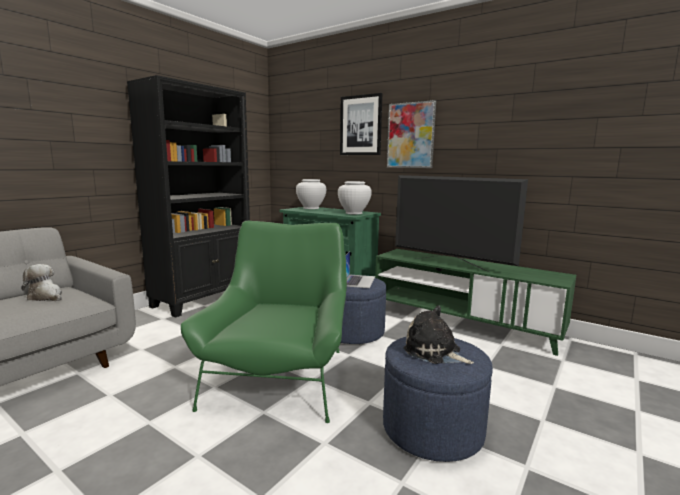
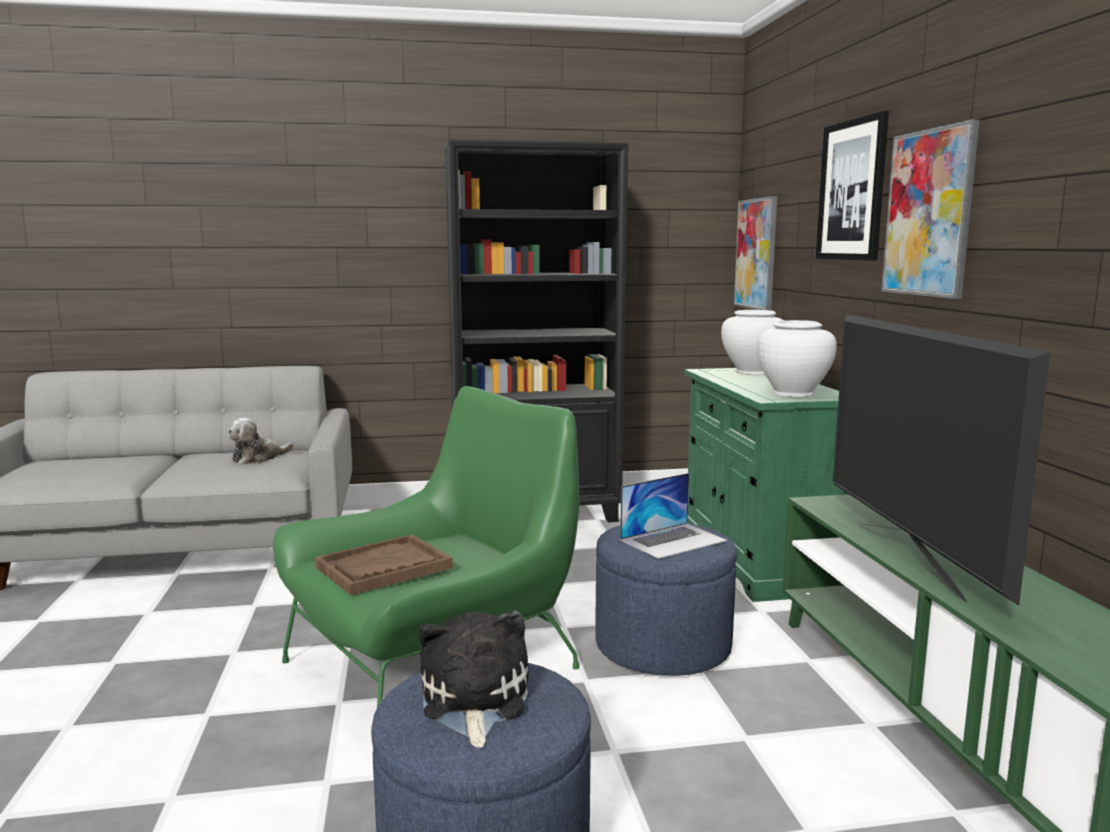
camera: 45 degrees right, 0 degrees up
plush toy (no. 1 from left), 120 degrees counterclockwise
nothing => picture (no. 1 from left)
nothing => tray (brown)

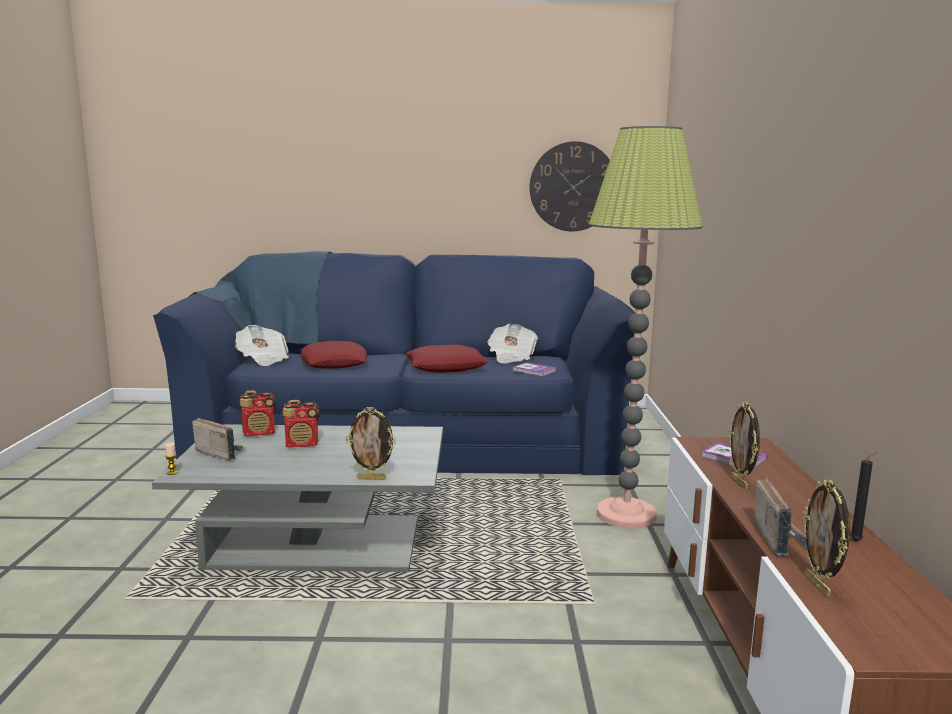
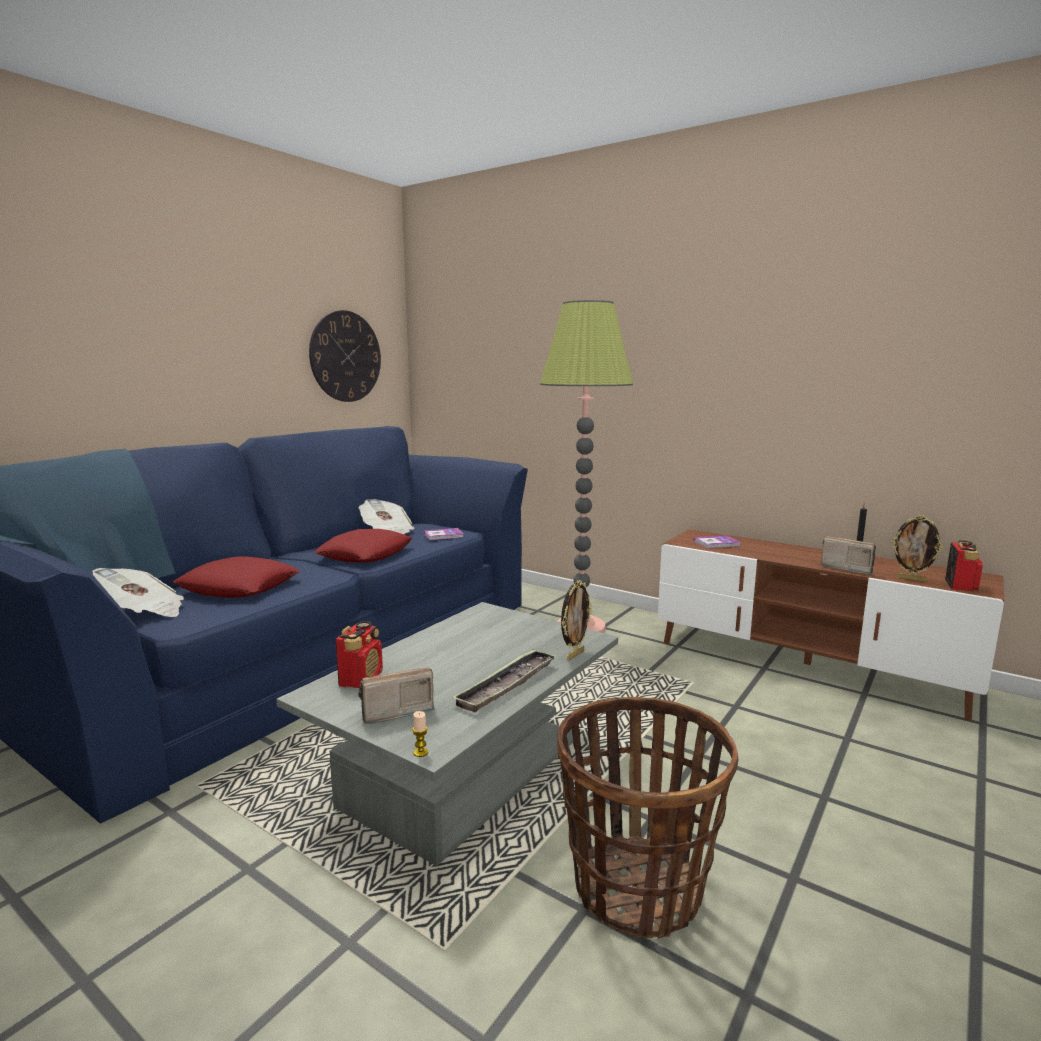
camera: 55 degrees left, 0 degrees up
radio (no. 3 from left in the first image) => radio (no. 4 from left), shifted
picture frame (no. 2 from left) => nothing
nothing => tray
nothing => basket

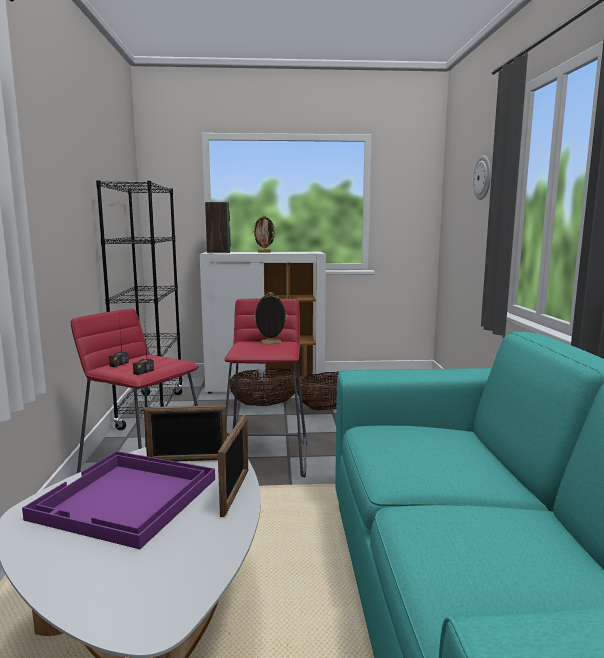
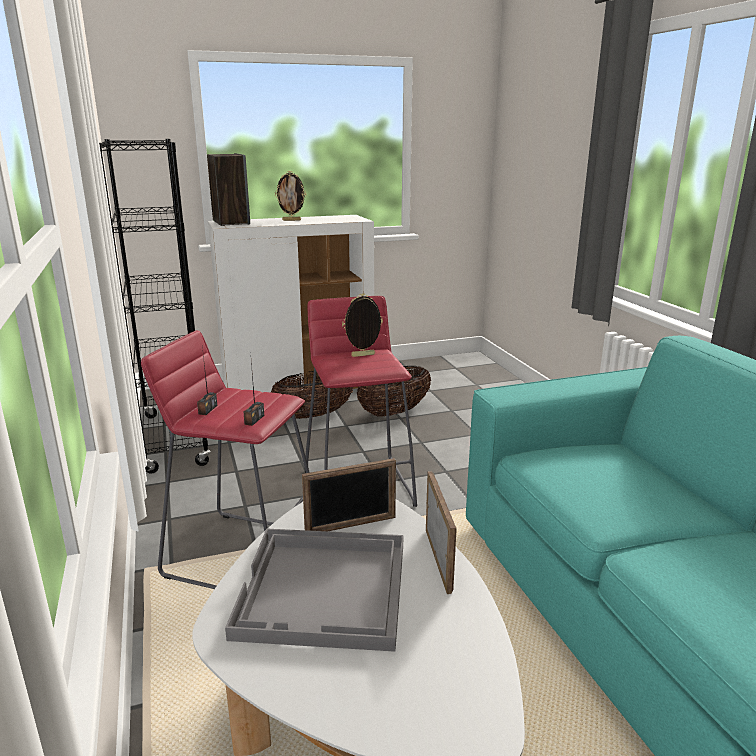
camera: 15 degrees left, 10 degrees up
wall clock => nothing
tray (purple) => tray (grey)

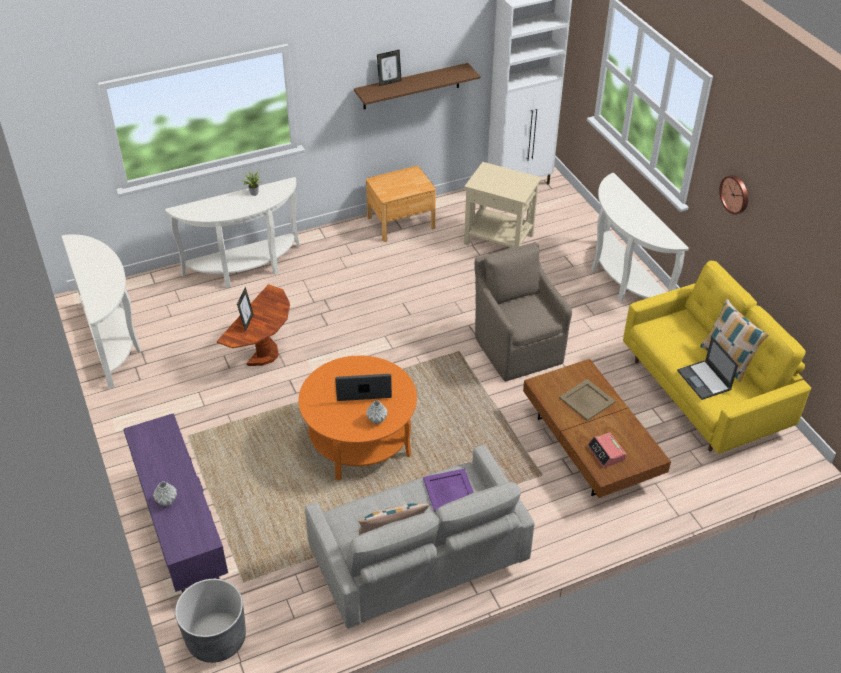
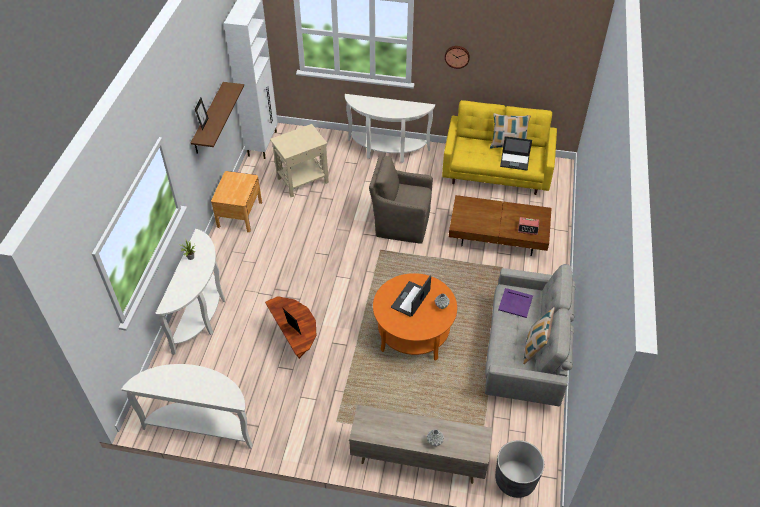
camera: 55 degrees left, 5 degrees up
tray (beige) => nothing
tv stand (purple) => tv stand (beige)

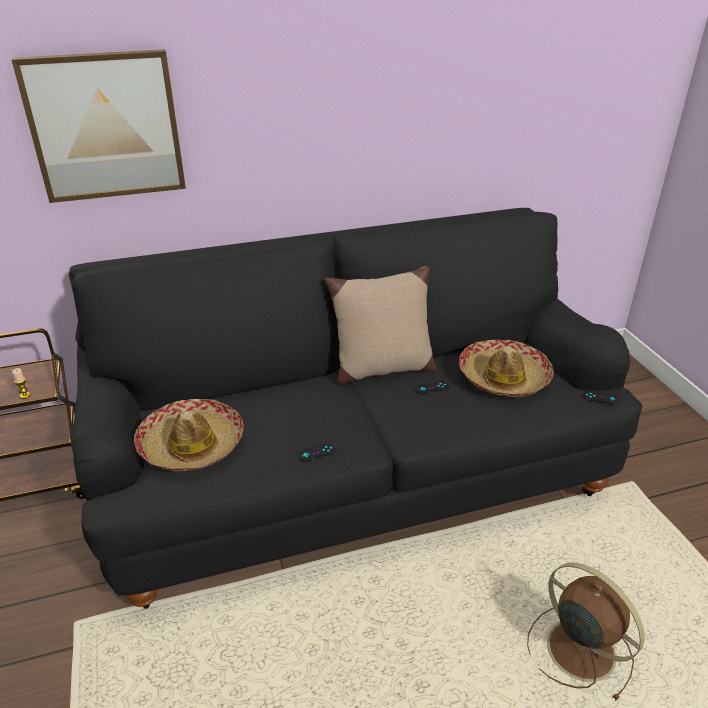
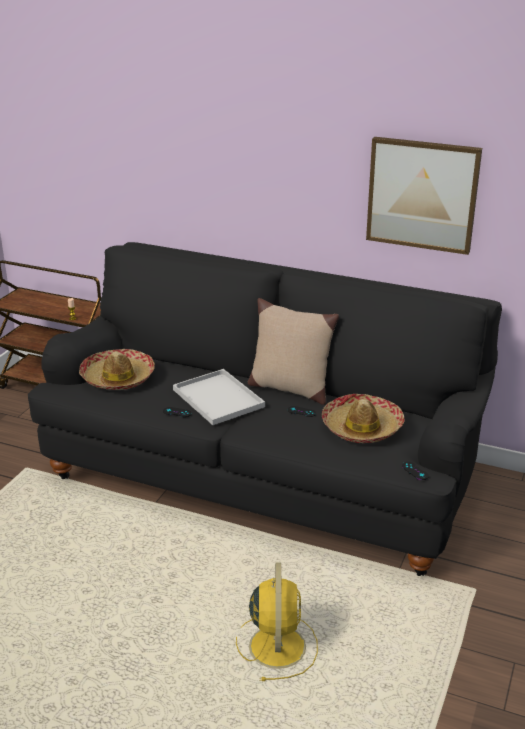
camera: 40 degrees right, 5 degrees down
picture, shifted
fan (brown) => fan (yellow)
nothing => tray (white)

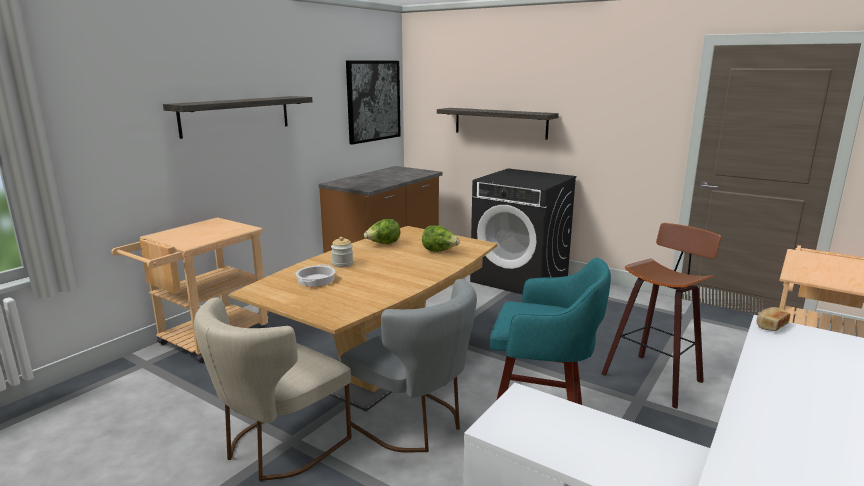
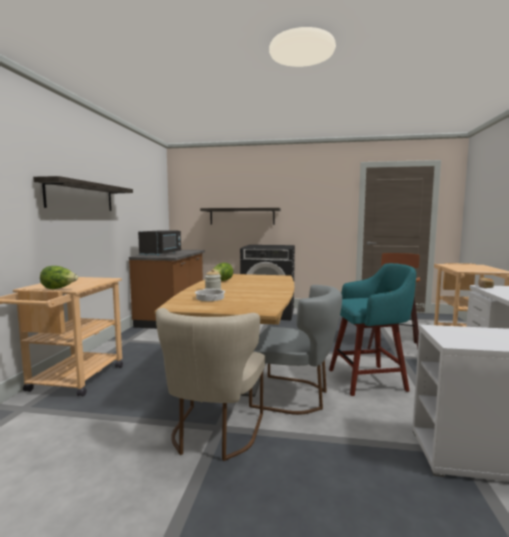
camera: 25 degrees left, 10 degrees down
picture => nothing
lettuce (no. 2 from left in the first image) => lettuce (no. 1 from left), shifted
nothing => microwave (black)

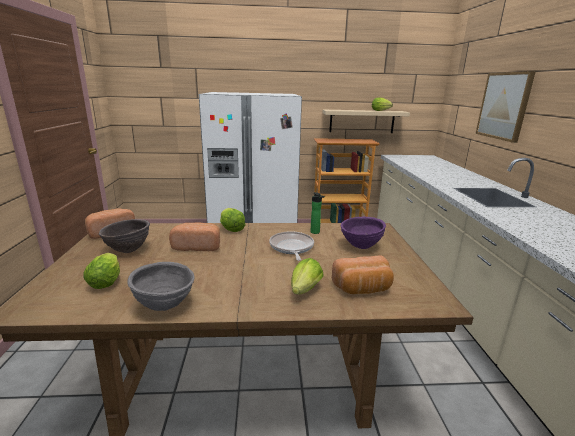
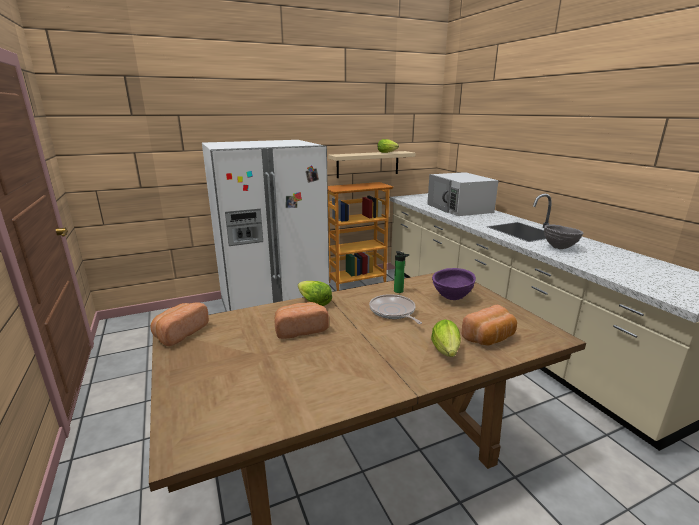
camera: 20 degrees left, 0 degrees up
picture => nothing
bowl (brown) => nothing
lettuce (no. 1 from left) => nothing
bowl (grey), shifted
nothing => microwave (white)

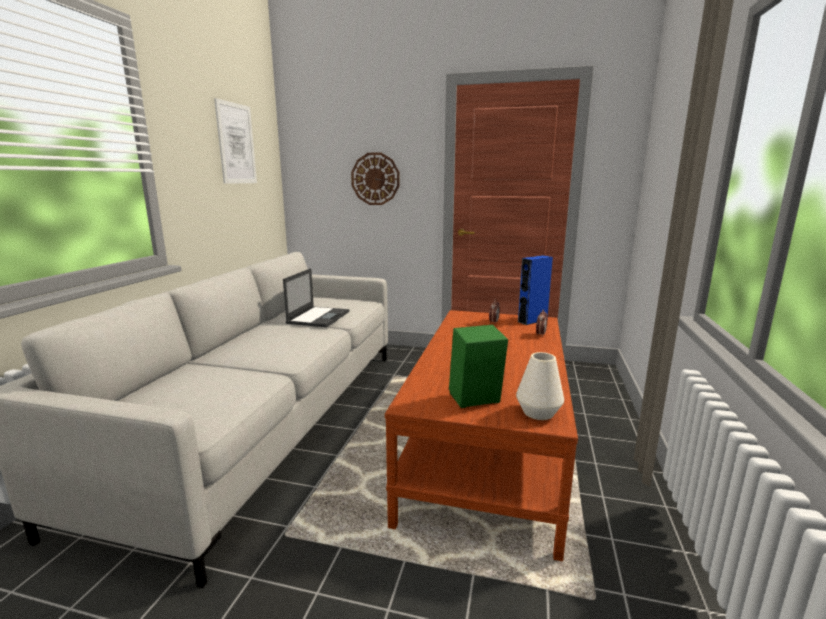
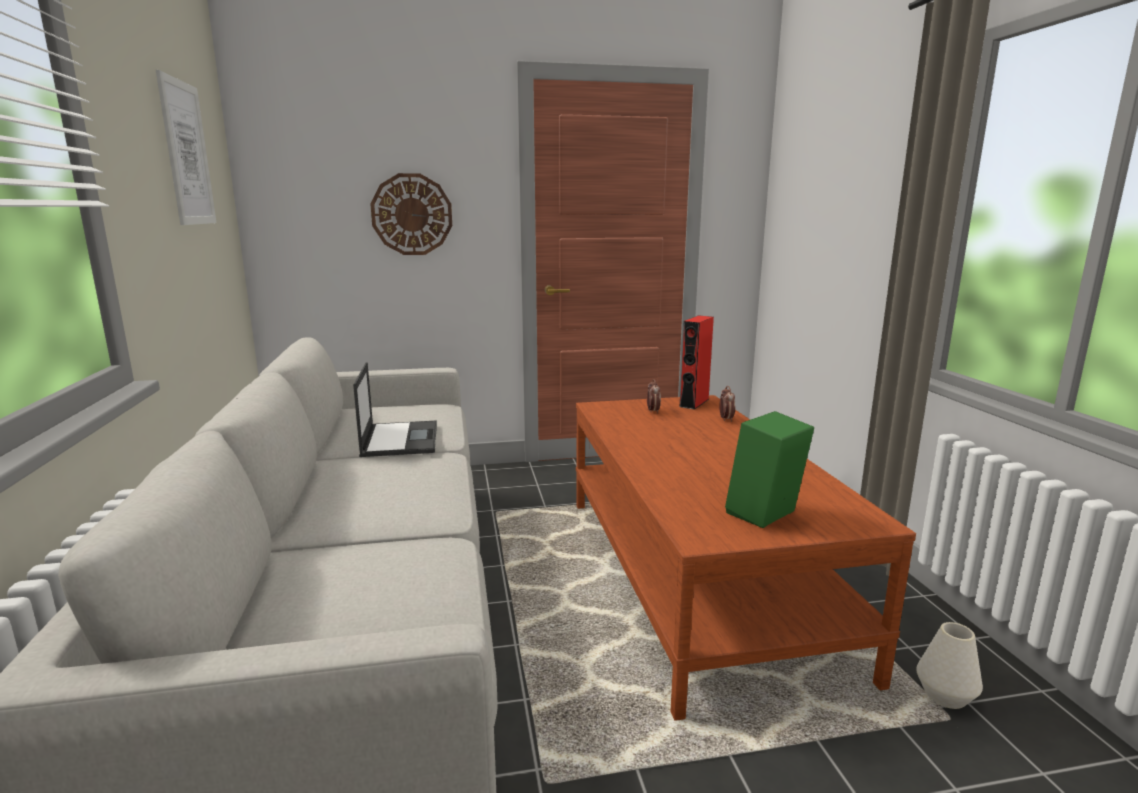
camera: 25 degrees left, 0 degrees up
speaker (blue) => speaker (red)
vase (white), shifted

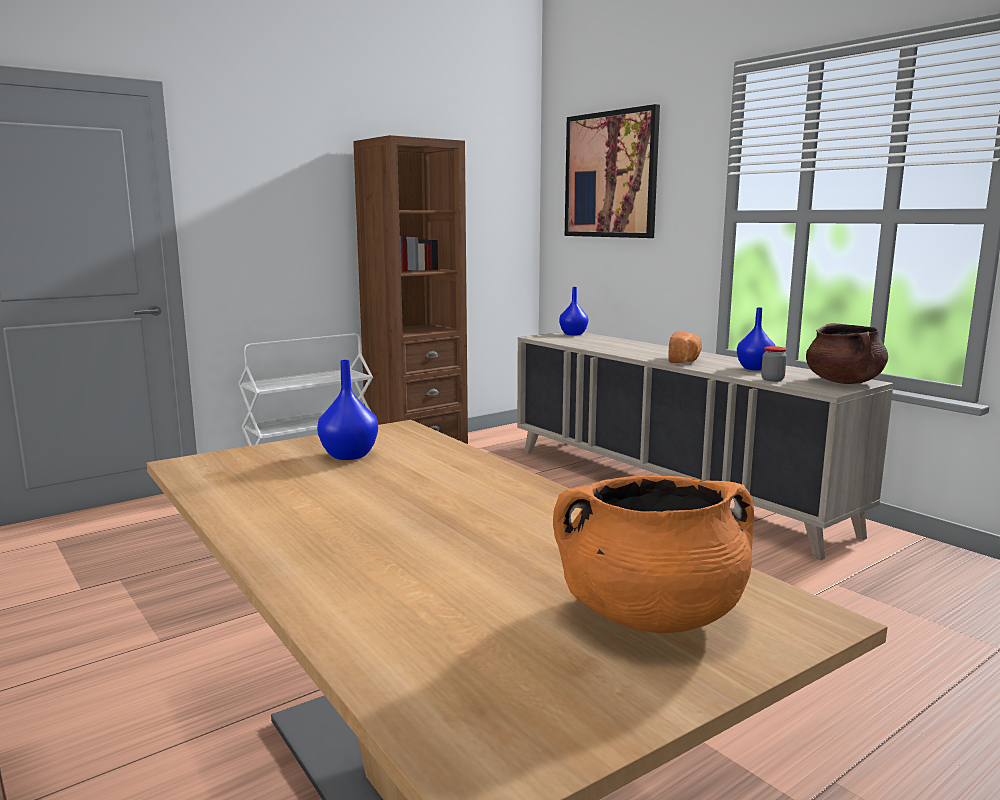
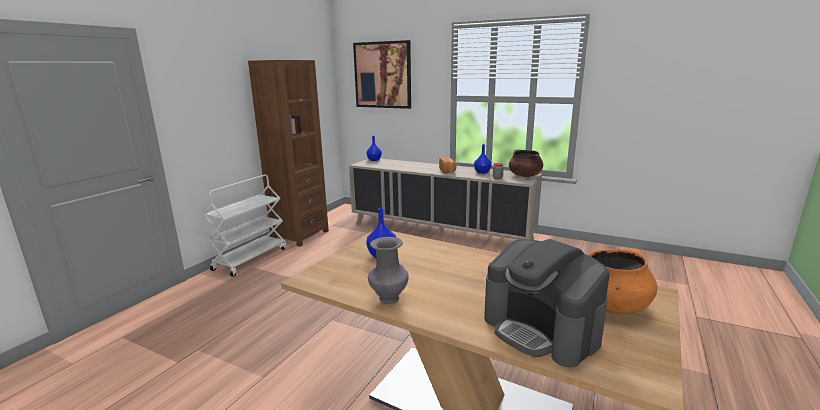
camera: 25 degrees left, 5 degrees up
nothing => vase (grey)
nothing => coffee machine

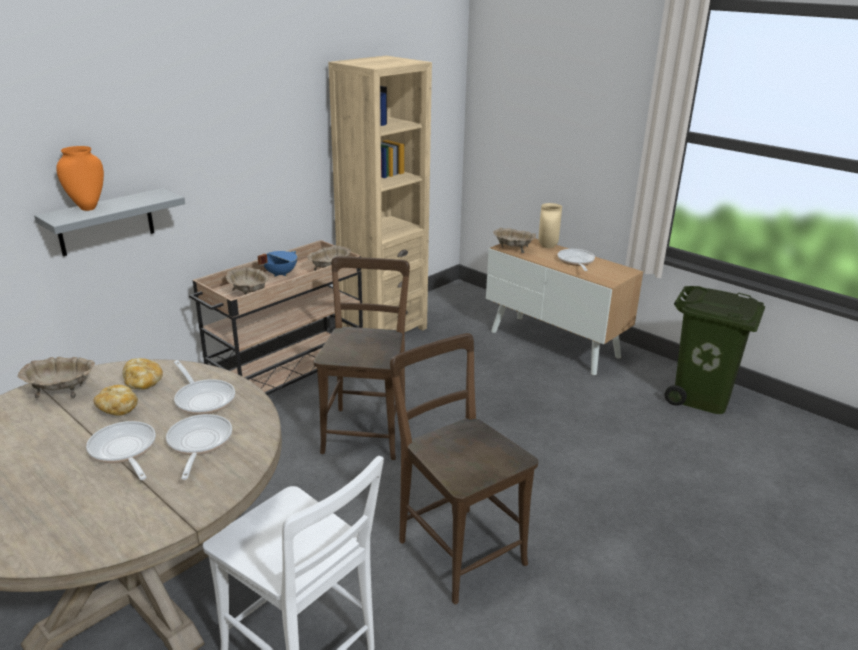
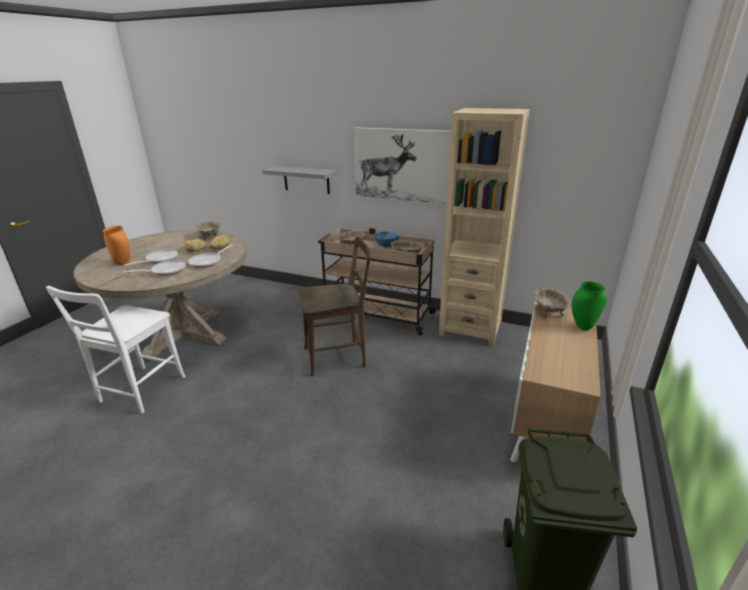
camera: 70 degrees right, 0 degrees up
vase (orange), shifted
vase (beige) => vase (green)
frying pan (no. 4 from left) => nothing
chair (brown) (no. 2 from left) => nothing
nothing => picture

